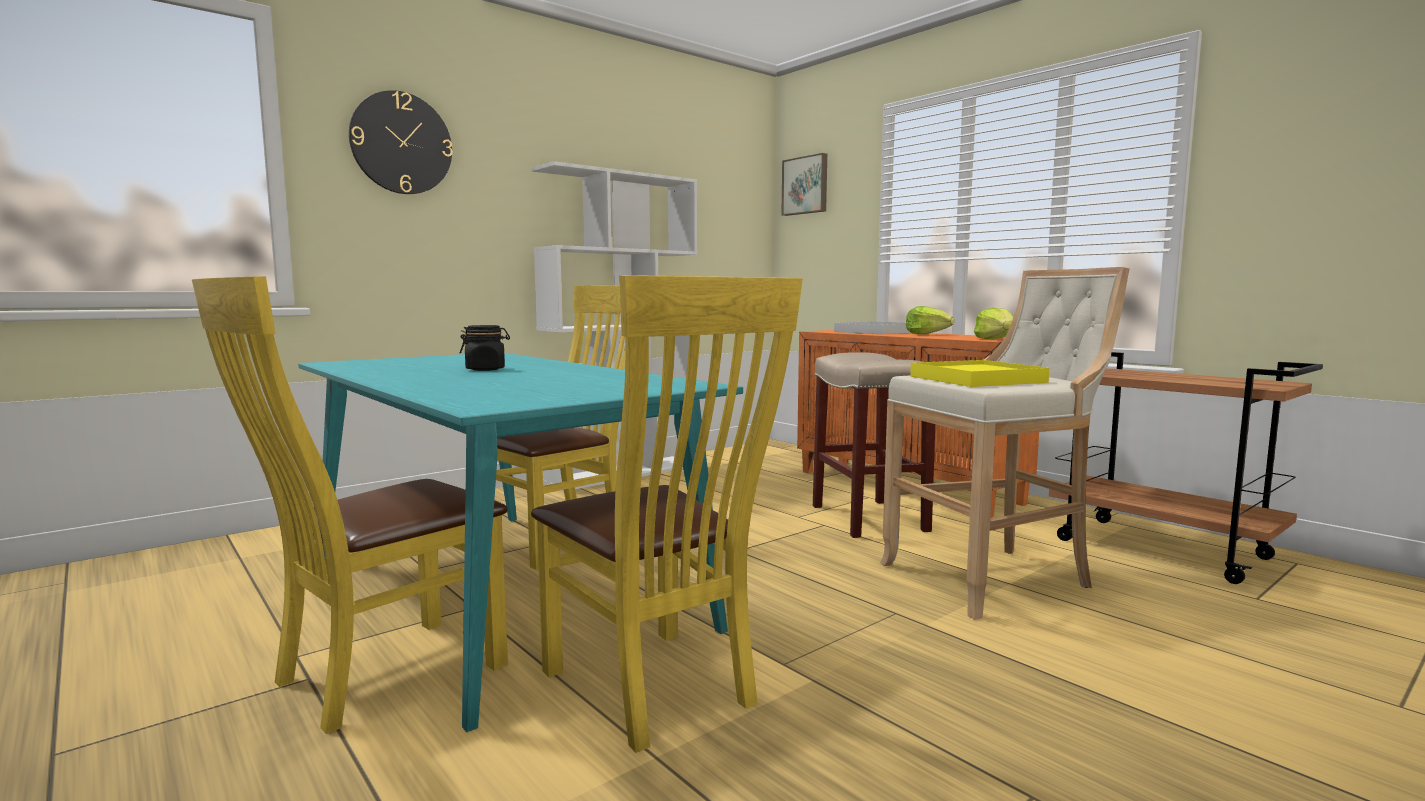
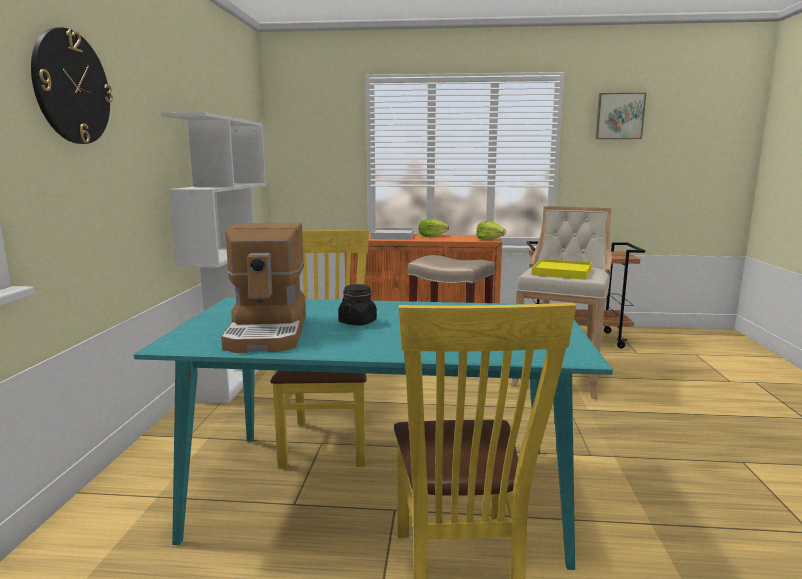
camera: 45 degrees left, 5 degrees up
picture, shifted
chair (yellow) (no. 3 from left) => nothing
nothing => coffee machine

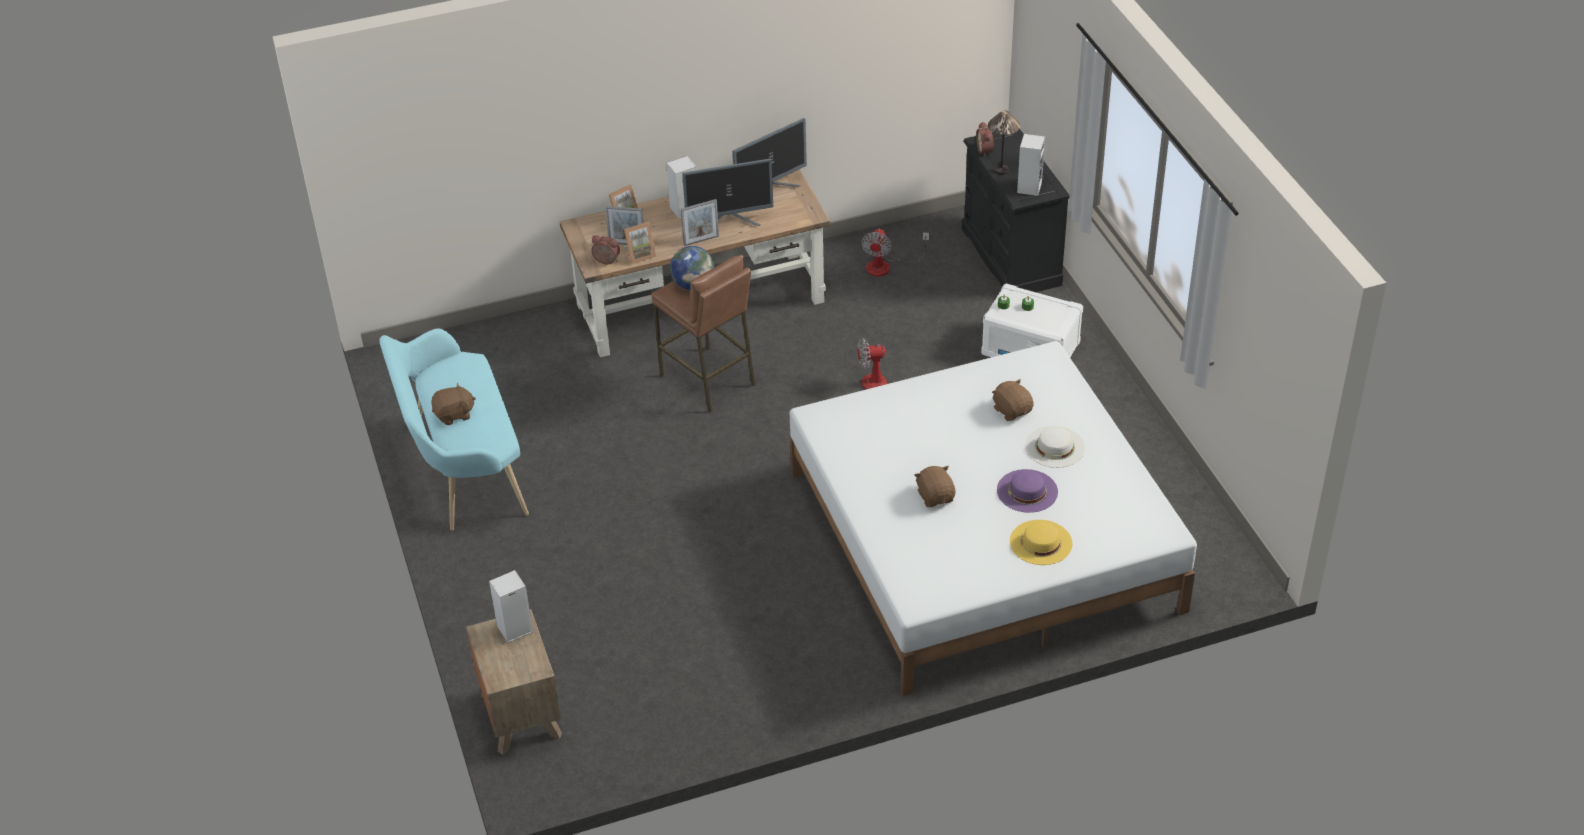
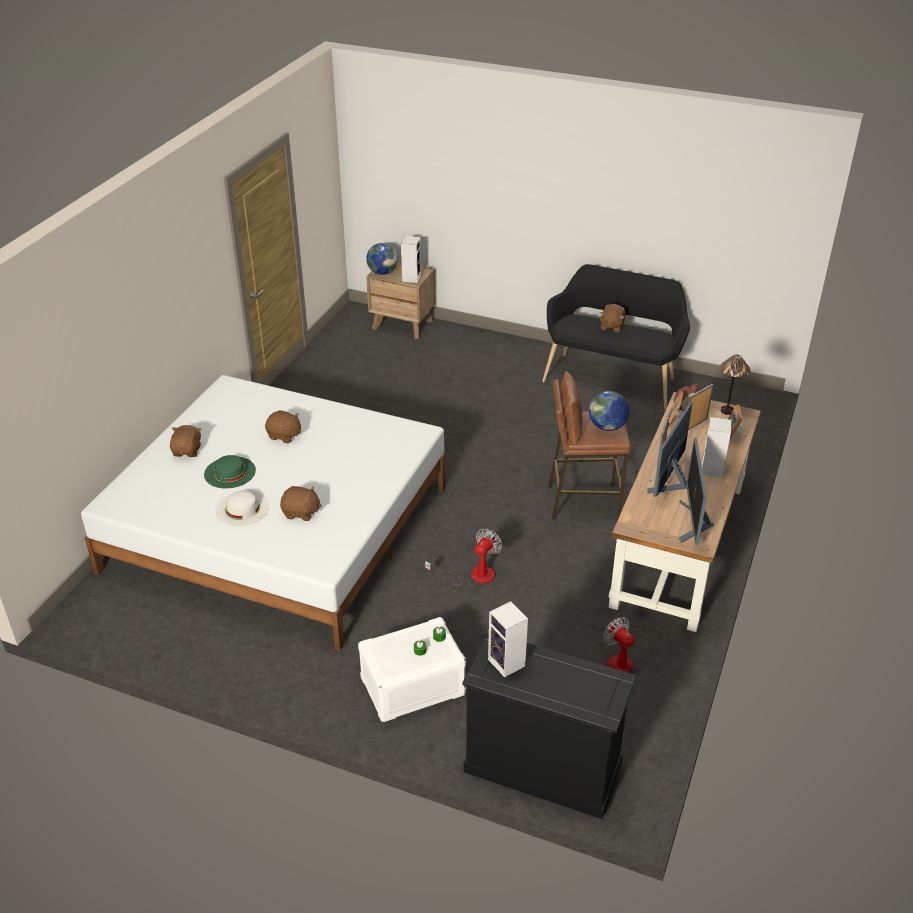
camera: 130 degrees right, 5 degrees down
table lamp, shifted
alarm clock (no. 2 from left) => nothing
bench (turquoise) => bench (black)
hat (purple) => hat (green)
hat (yellow) => plush toy (brown) (no. 1 from left)
nothing => globe (no. 1 from left)

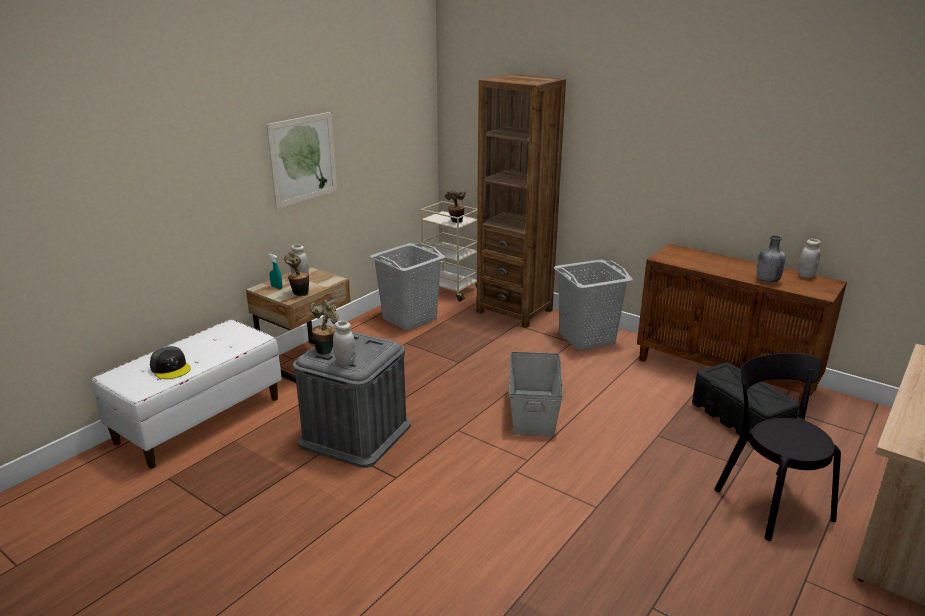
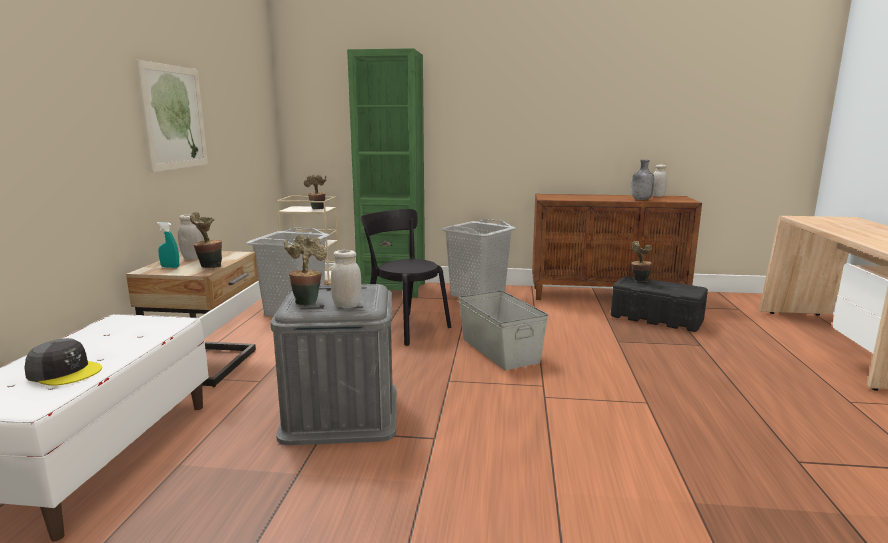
camera: 30 degrees left, 10 degrees down
bookcase (brown) => bookcase (green)
chair (black), shifted
nothing => potted plant (no. 4 from left)

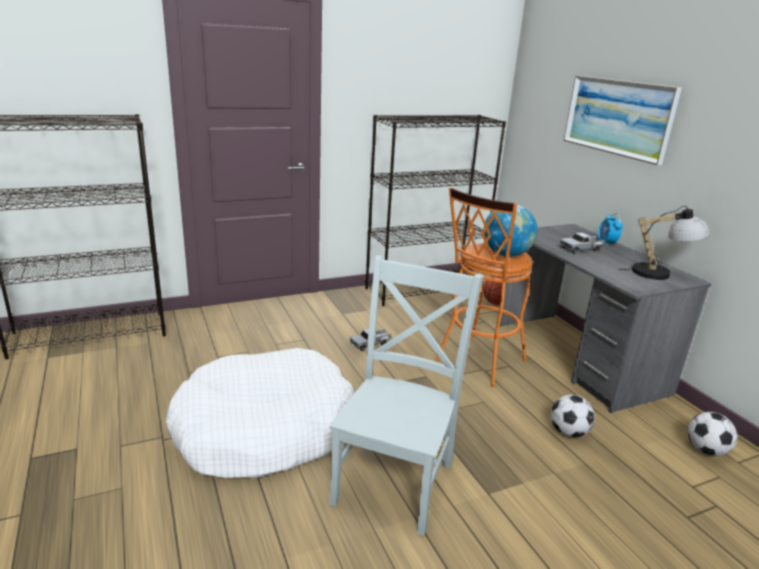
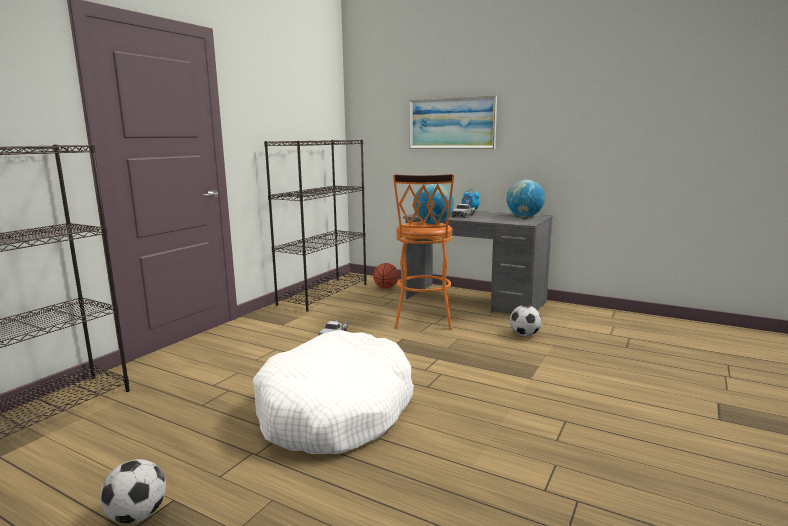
camera: 35 degrees left, 10 degrees down
table lamp => globe (no. 2 from left)
chair (grey) => nothing
football (no. 2 from left in the first image) => football (no. 1 from left), shifted

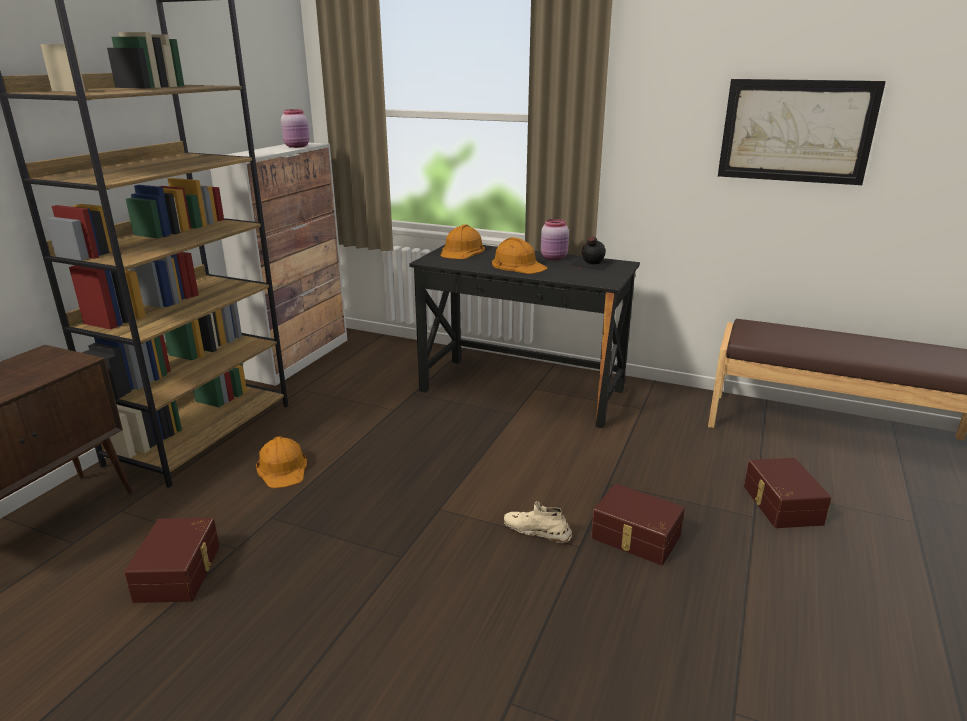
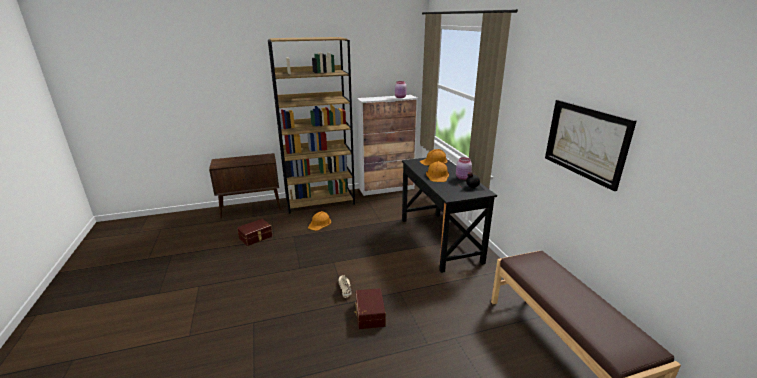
camera: 50 degrees right, 0 degrees up
storage box (brown) (no. 3 from left) => nothing

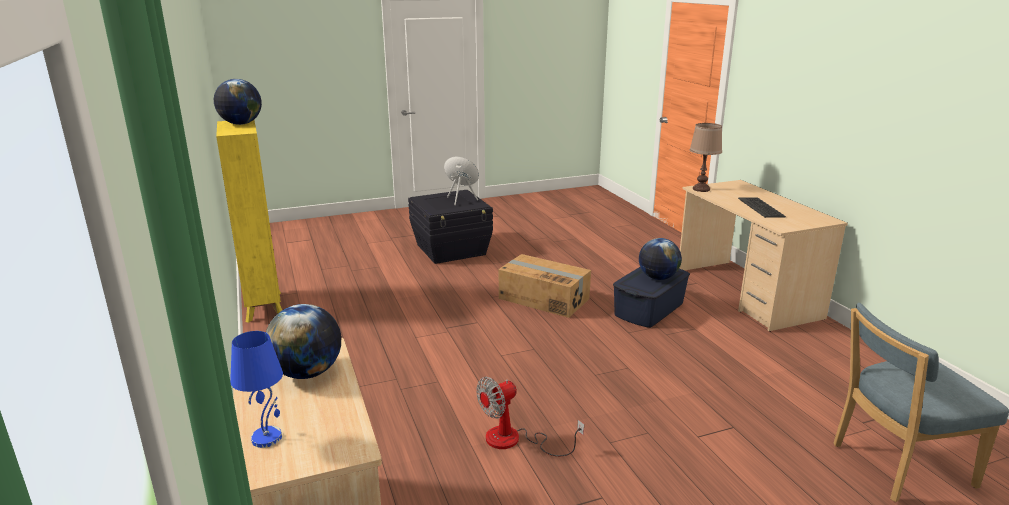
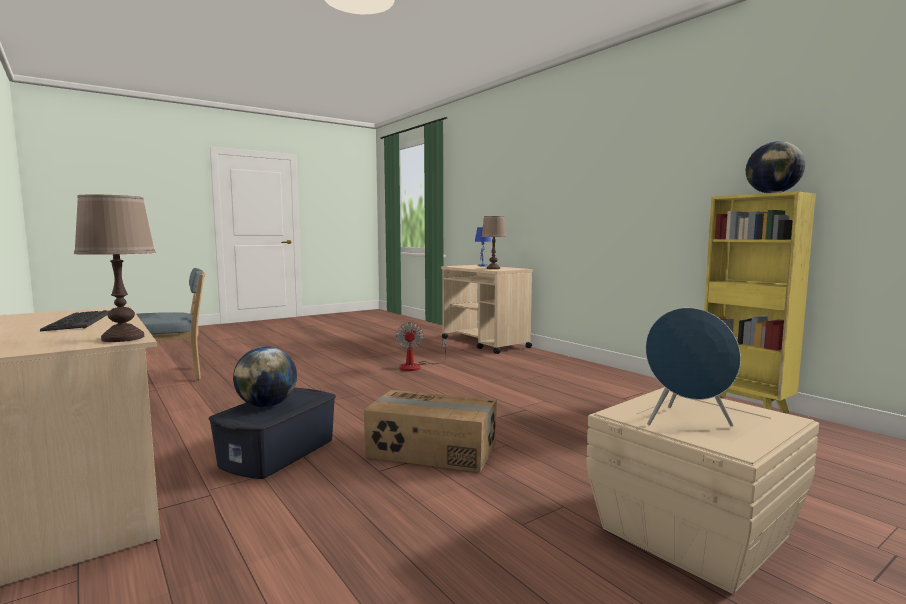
camera: 165 degrees right, 15 degrees down
storage box (black) => storage box (beige)
globe (no. 2 from left) => table lamp (brown) (no. 2 from left)
fan, 135 degrees clockwise

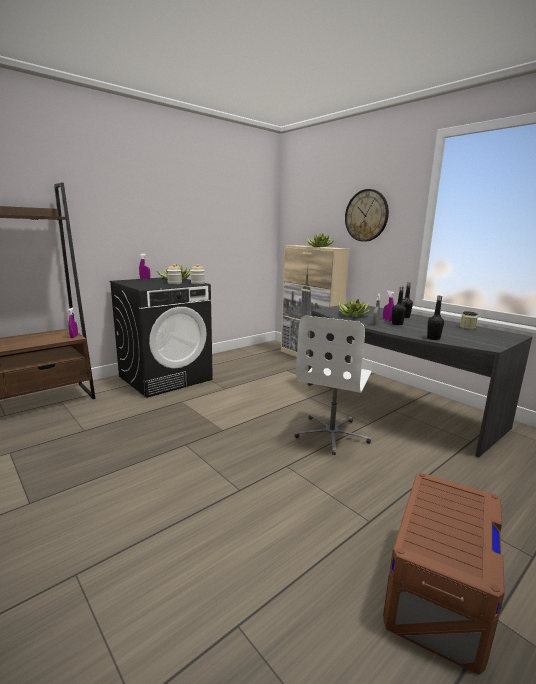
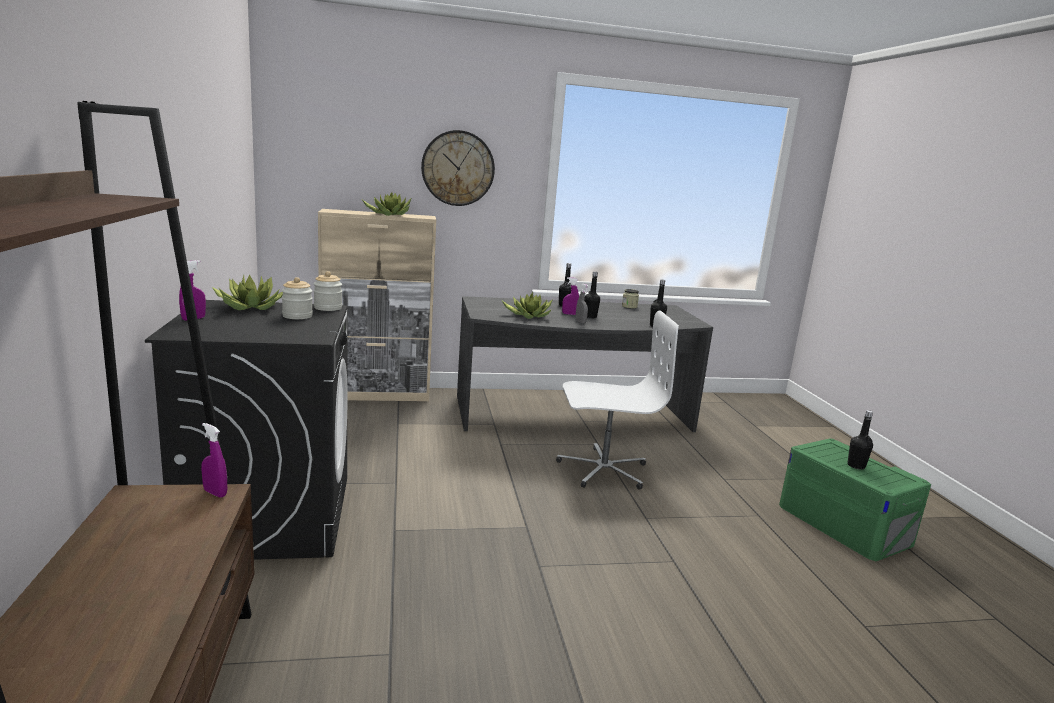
camera: 60 degrees left, 0 degrees up
office chair (white), 60 degrees counterclockwise
storage box (brown) => storage box (green)
nothing => bottle (black) (no. 4 from left)

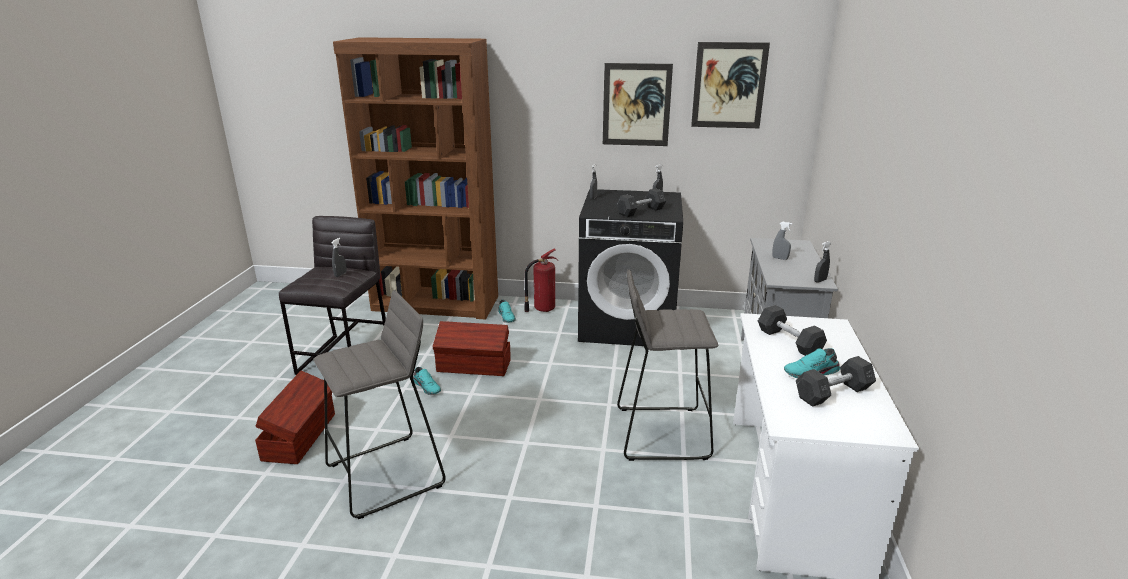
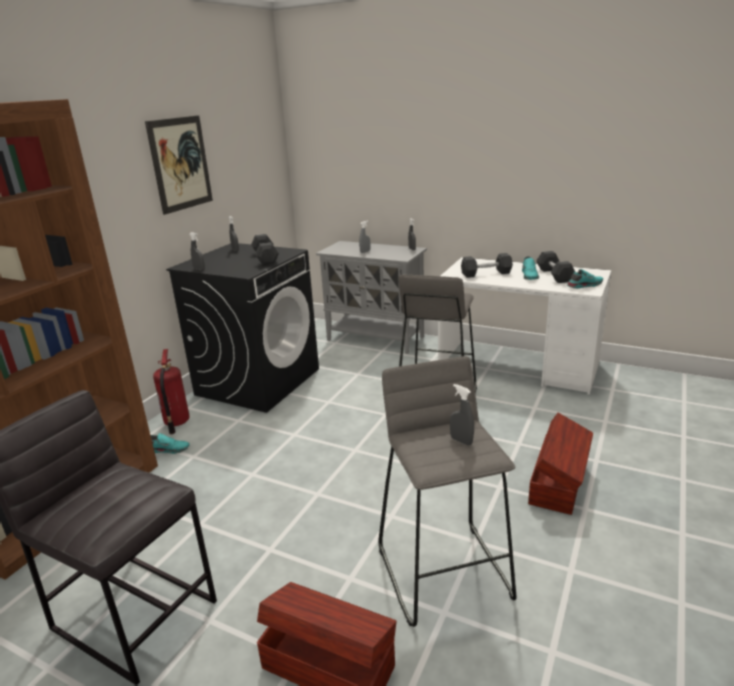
camera: 70 degrees left, 0 degrees up
picture (no. 2 from left) => nothing
spray bottle (grey) (no. 1 from left in the first image) => spray bottle (grey) (no. 5 from left), shifted
storage box (brown) (no. 2 from left), shifted
shoe (turquoise) (no. 1 from left in the first image) => shoe (turquoise) (no. 3 from left), shifted

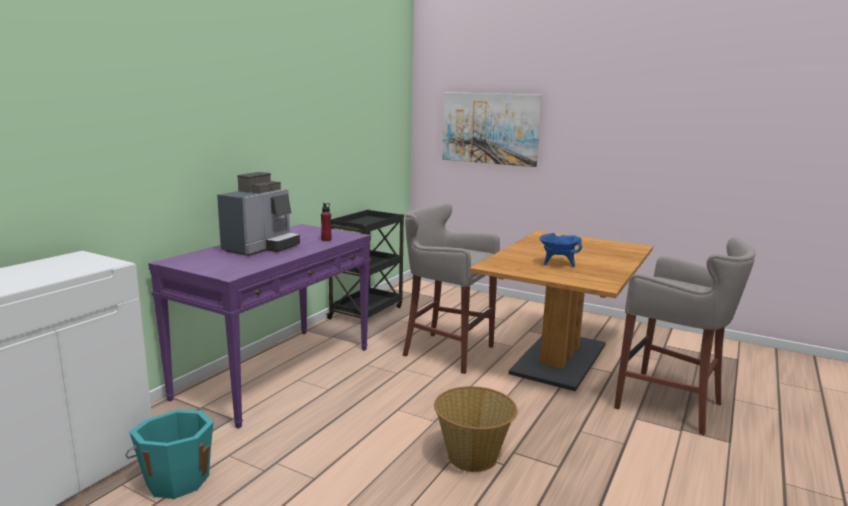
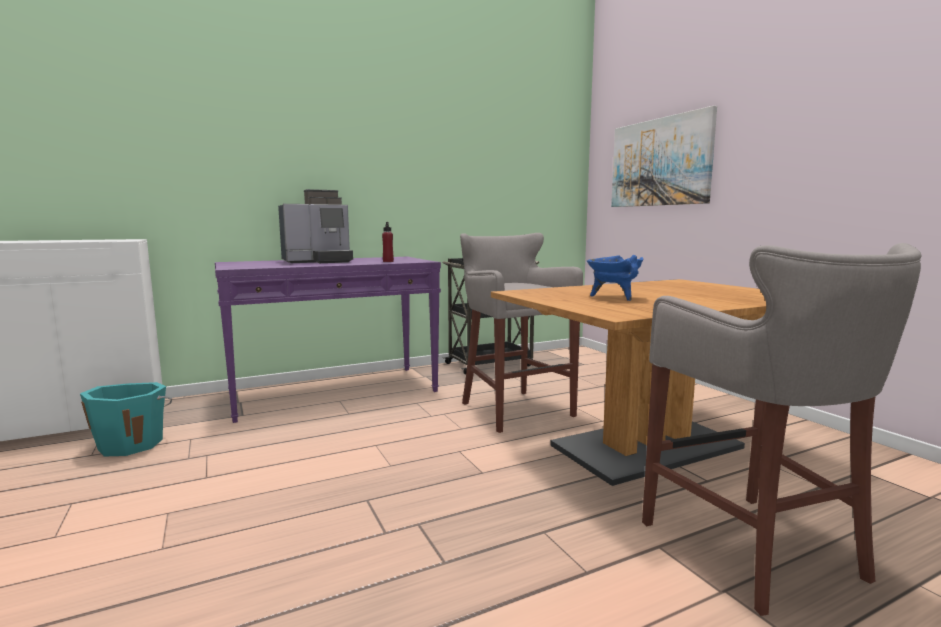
camera: 35 degrees right, 5 degrees down
basket => nothing

